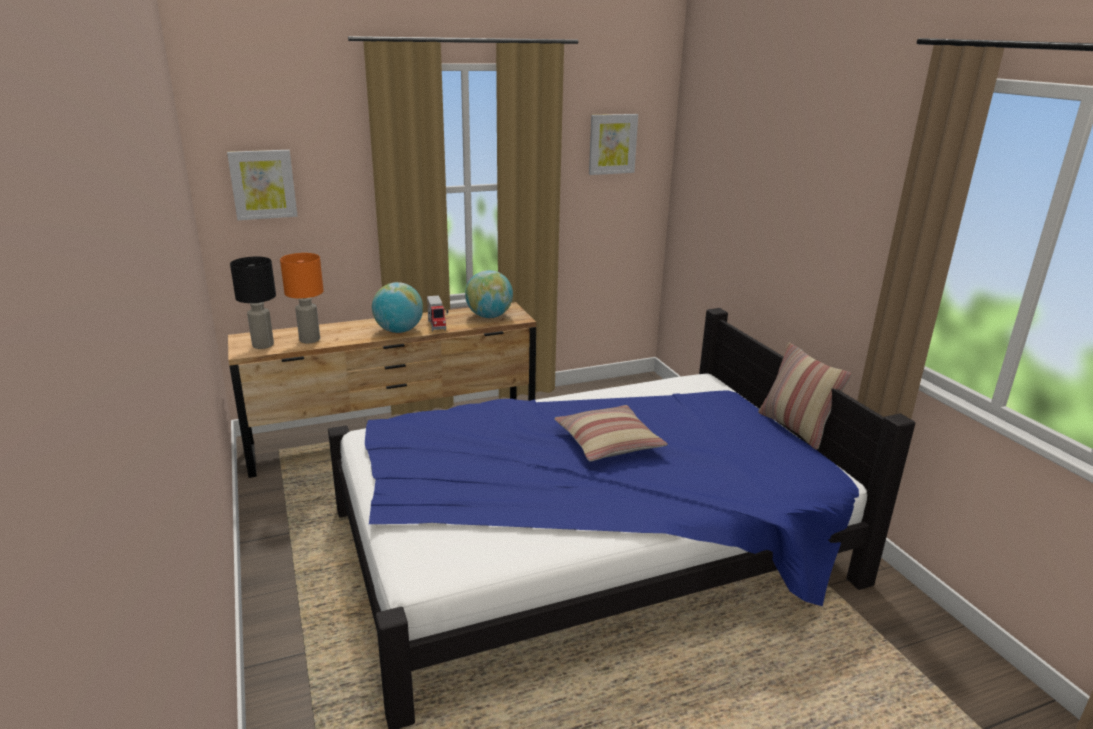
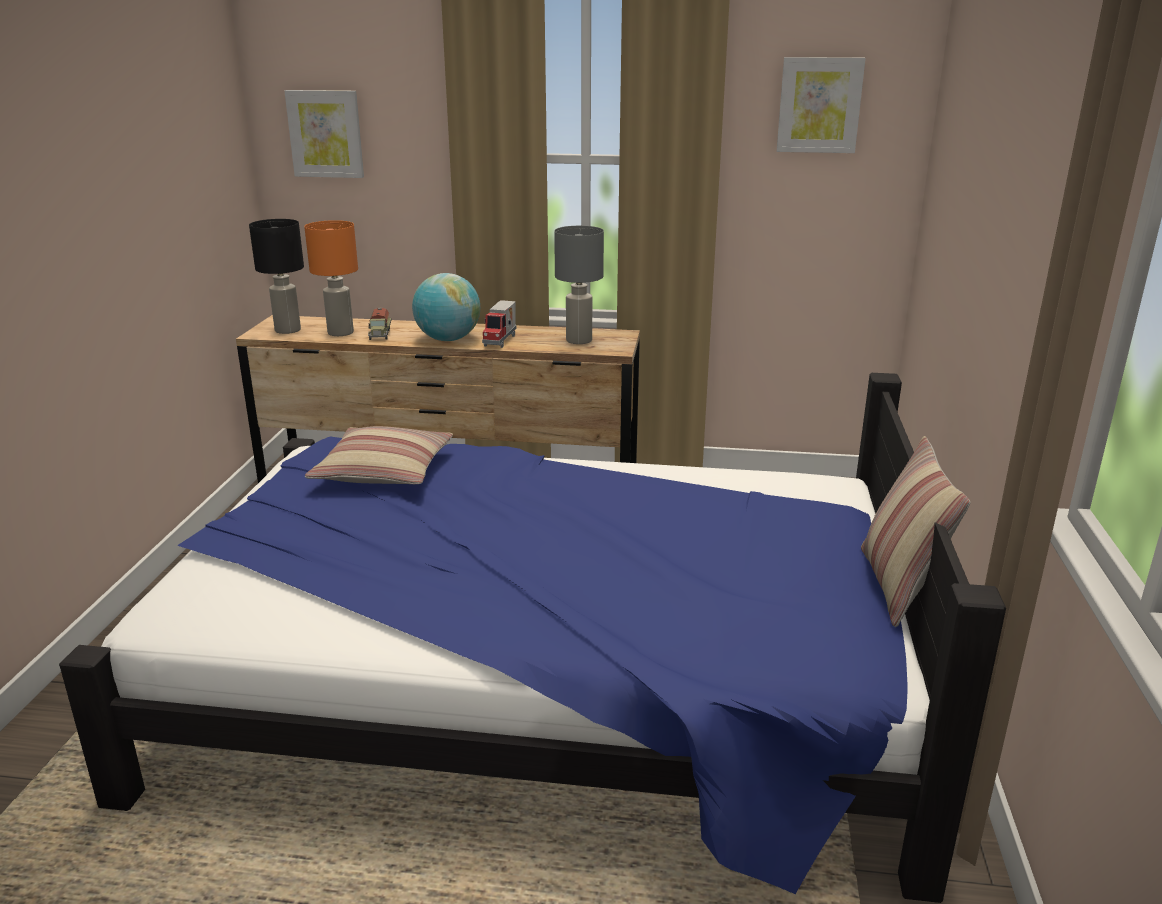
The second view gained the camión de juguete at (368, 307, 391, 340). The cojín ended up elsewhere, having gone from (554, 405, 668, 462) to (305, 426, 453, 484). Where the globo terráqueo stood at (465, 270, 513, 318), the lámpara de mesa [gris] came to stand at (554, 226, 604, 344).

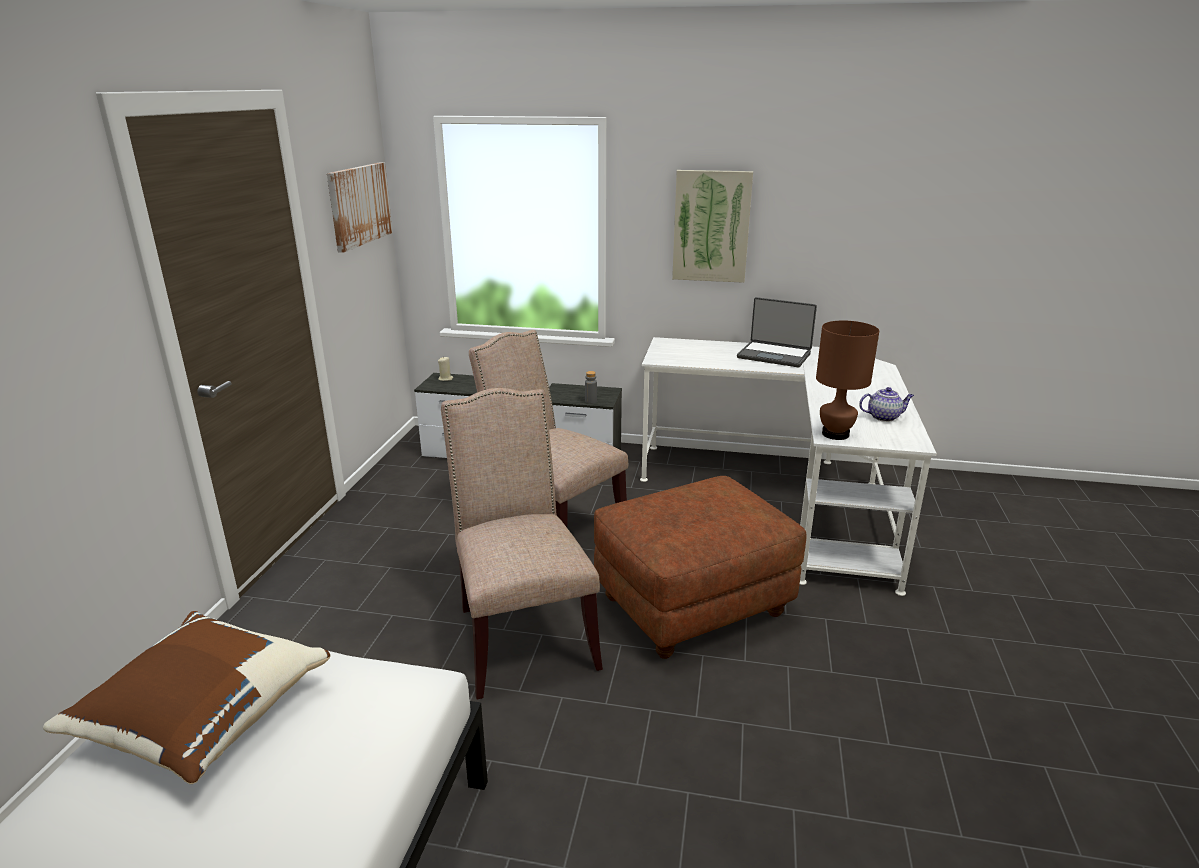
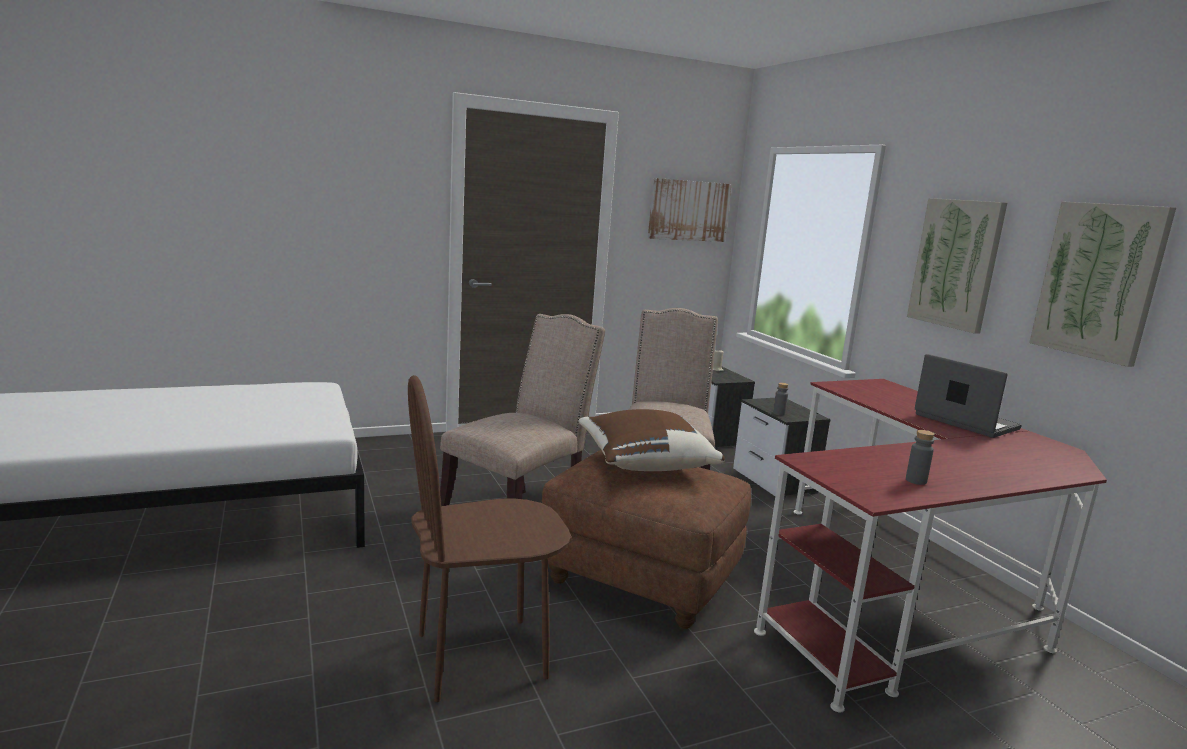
The second view lost the lámpara de mesa [marrón] at (816, 321, 879, 440). The second view gained the silla [marrón] at (408, 375, 571, 702). The second view gained the cuadro at (1029, 201, 1176, 367). The cojín [marrón] ended up elsewhere, having gone from (43, 611, 331, 784) to (579, 409, 725, 471). Where the tetera stood at (859, 387, 914, 422), the botella [gris] came to stand at (906, 430, 935, 485). What was the escritorio [blanco] at (640, 337, 937, 596) turned into the escritorio [rojo] at (754, 379, 1107, 712). The portátil at (737, 297, 817, 367) ended up facing another way, 150 degrees clockwise from before.

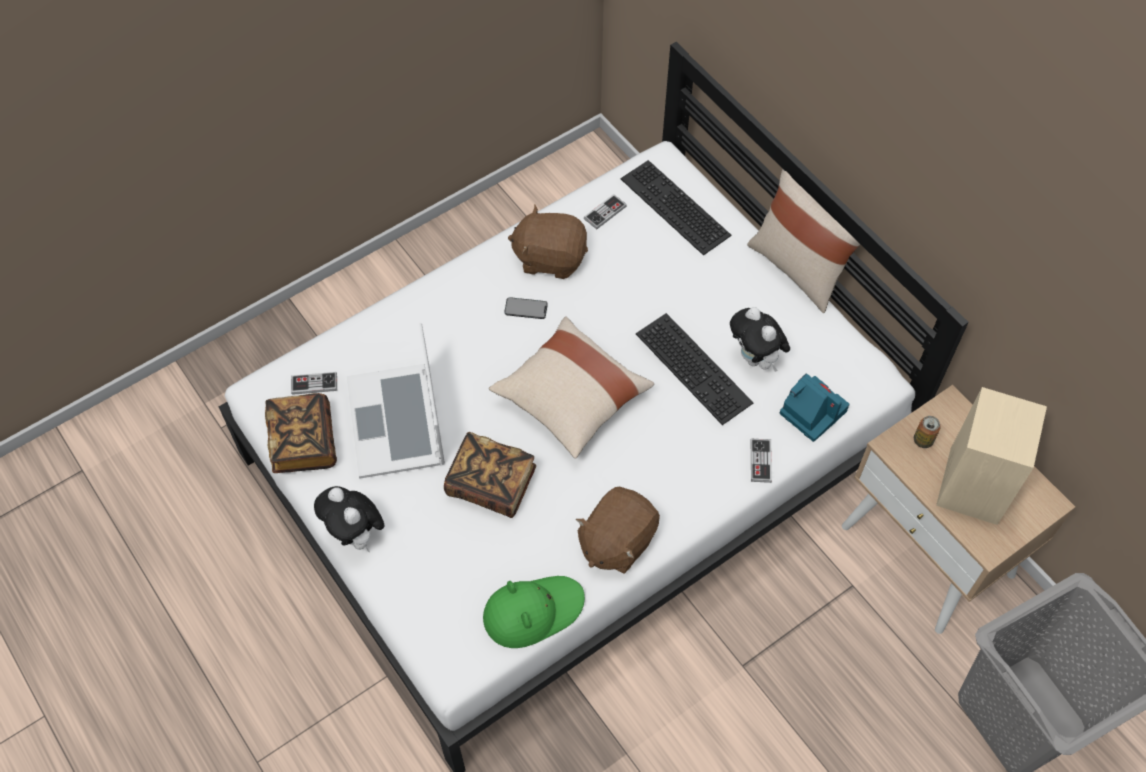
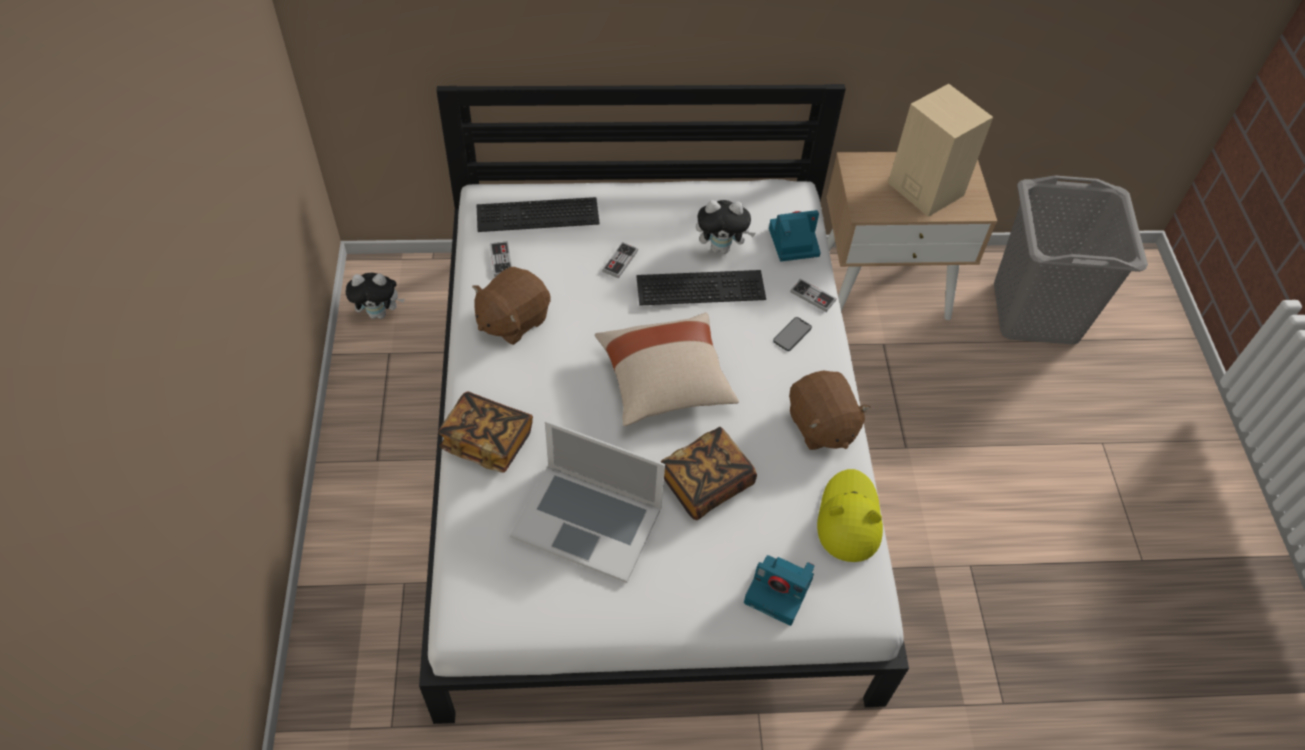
The second view lost the cojín [beis] at (747, 169, 861, 313). The second view lost the lata at (914, 416, 940, 448). The second view gained the cámara at (744, 555, 815, 626). The libro ended up elsewhere, having gone from (265, 393, 337, 473) to (438, 391, 533, 473). The mando de consola ended up elsewhere, having gone from (291, 372, 337, 395) to (602, 242, 638, 278). The peluche ended up elsewhere, having gone from (314, 486, 384, 552) to (346, 273, 405, 319). The móvil ended up elsewhere, having gone from (504, 297, 548, 319) to (773, 317, 812, 351). What was the sombrero [verde] at (483, 576, 585, 648) turned into the sombrero [amarillo] at (817, 469, 883, 562).

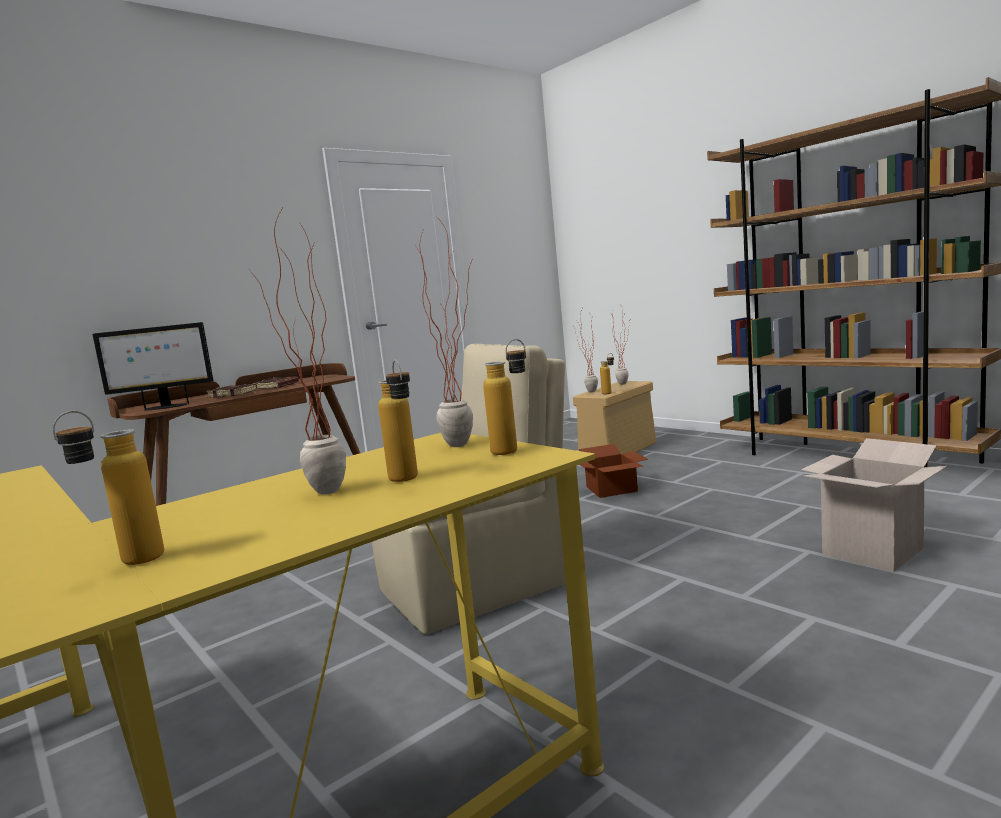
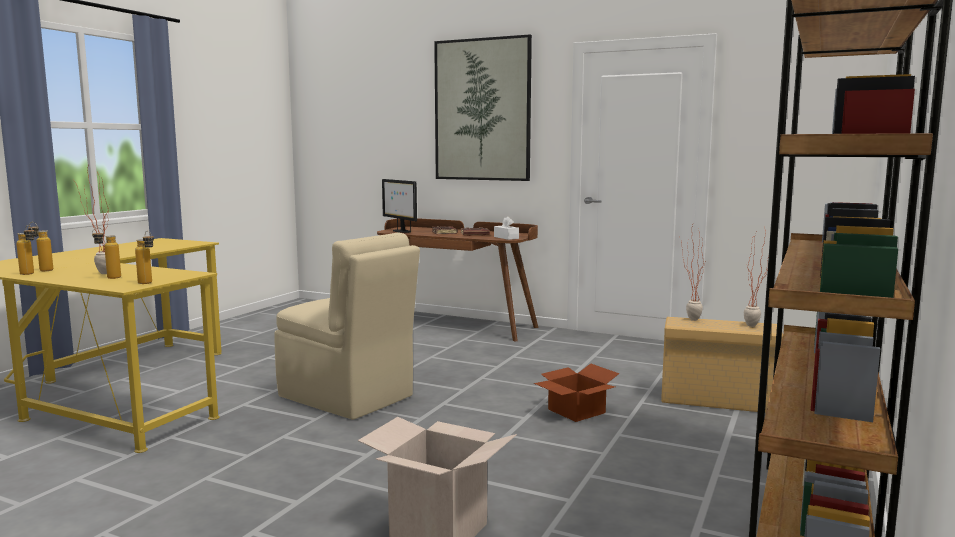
The second view lost the planta en maceta at (415, 216, 473, 447). The second view gained the cuadro at (434, 34, 532, 181). The second view gained the caja de pañuelos [blanco] at (494, 216, 519, 240). The botella ended up elsewhere, having gone from (600, 353, 614, 394) to (16, 225, 35, 275).

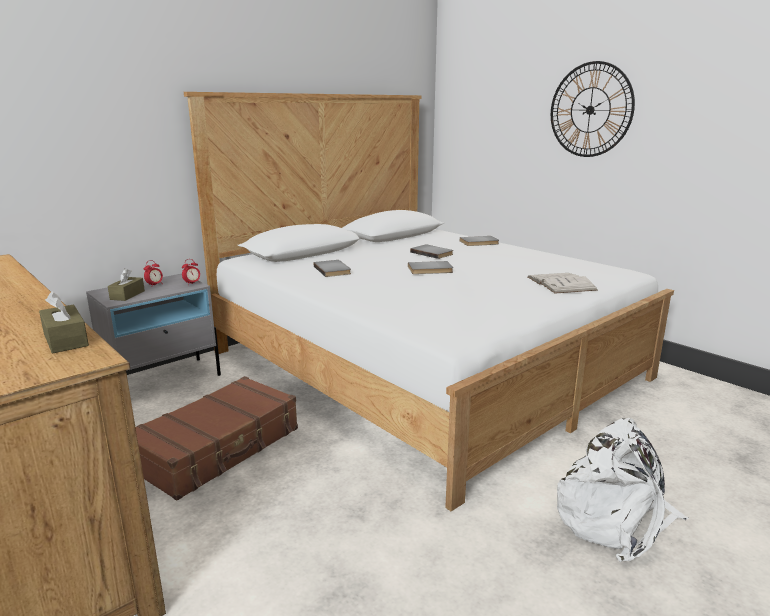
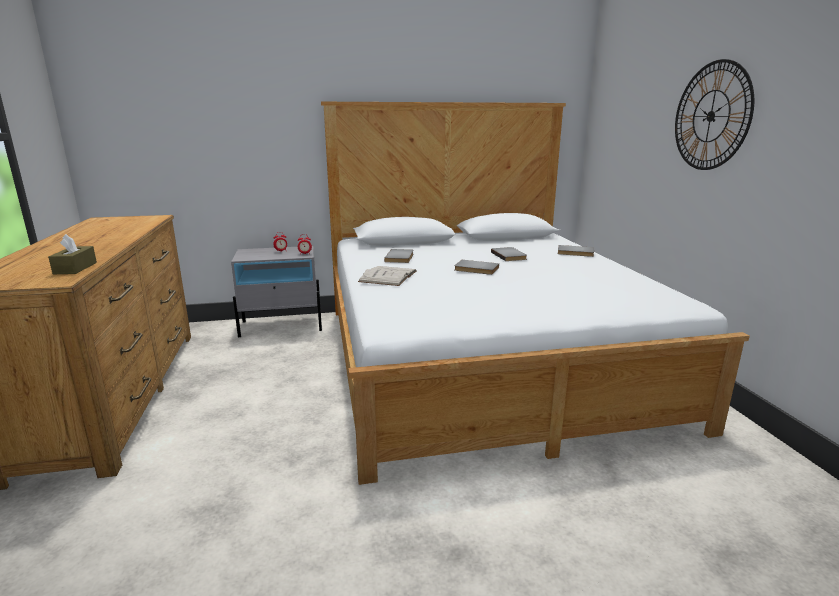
The second view lost the caja de pañuelos [marrón] at (108, 268, 145, 301). The second view lost the maleta [marrón] at (135, 376, 298, 501). The second view lost the mochila [blanco] at (557, 418, 689, 562). The libro [blanco] ended up elsewhere, having gone from (528, 273, 598, 294) to (358, 266, 416, 286).

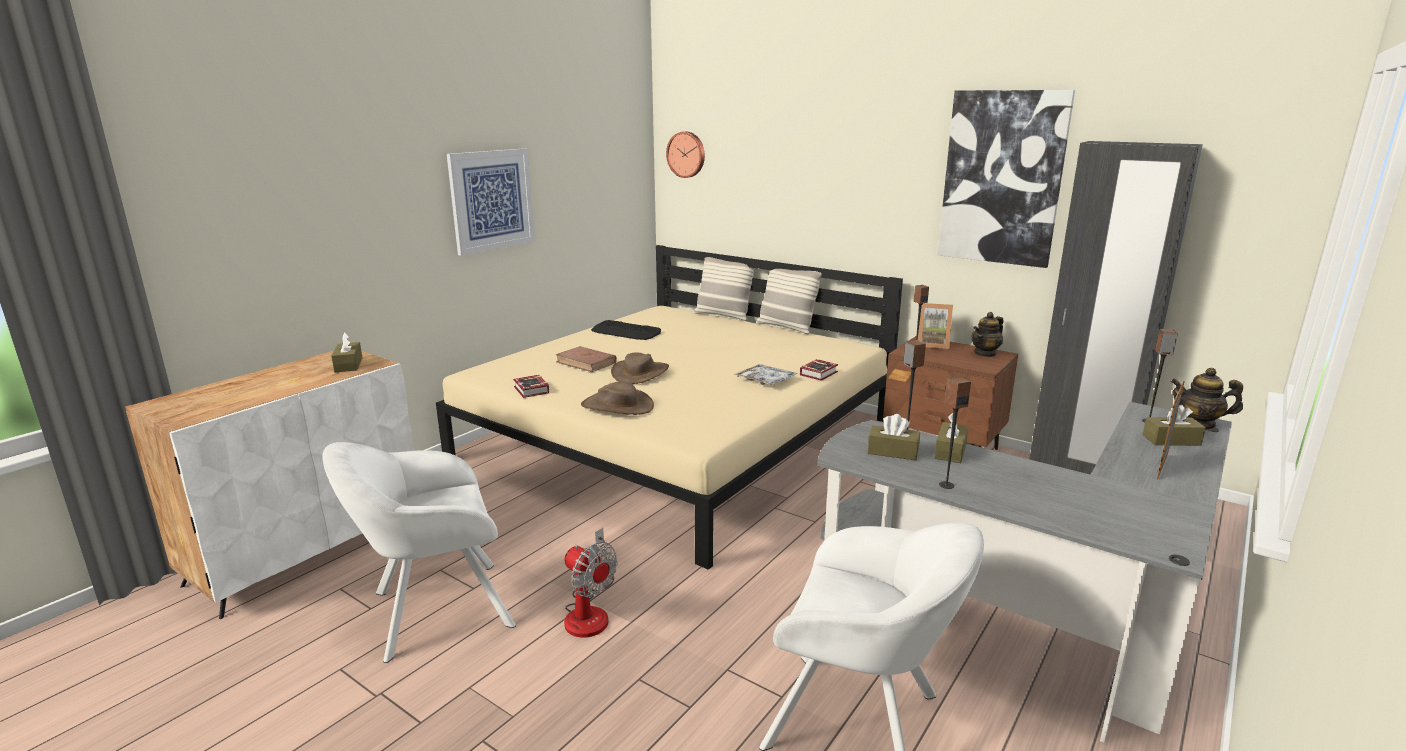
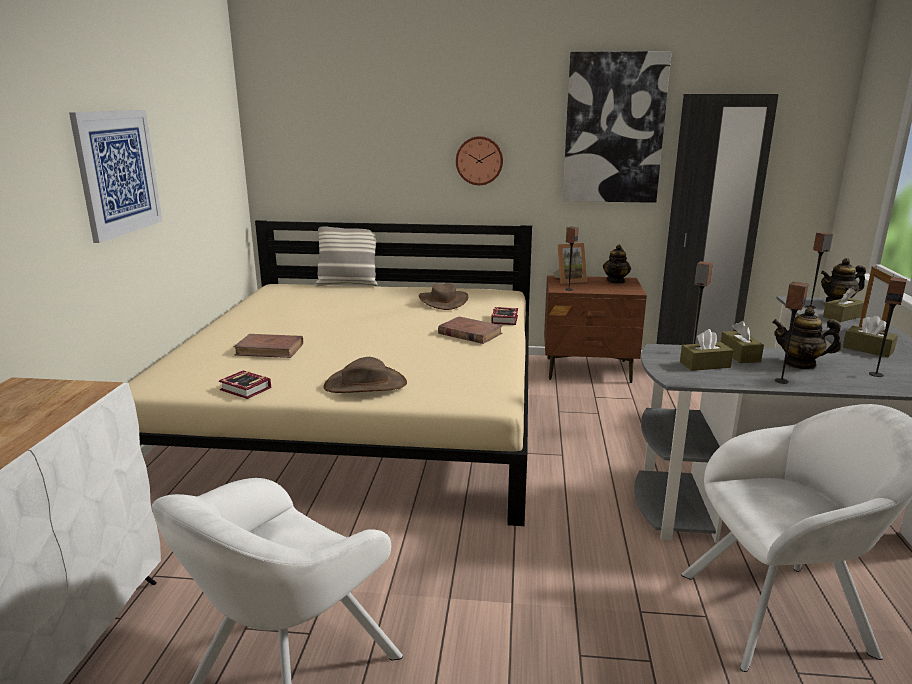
The second view lost the ventilador at (564, 528, 617, 638). The second view lost the teclado at (591, 320, 661, 340). The second view lost the cojín at (756, 269, 822, 334). The second view gained the tetera at (772, 308, 841, 369). The second view gained the altavoz at (869, 277, 907, 377). The caja de pañuelos [marrón] ended up elsewhere, having gone from (331, 332, 362, 372) to (843, 316, 898, 357). The sombrero [marrón] ended up elsewhere, having gone from (611, 352, 669, 384) to (419, 283, 469, 310). The reloj de pared ended up elsewhere, having gone from (666, 132, 705, 178) to (456, 136, 503, 185). Where the bandeja stood at (734, 364, 798, 385), the libro [marrón] came to stand at (438, 317, 503, 344).

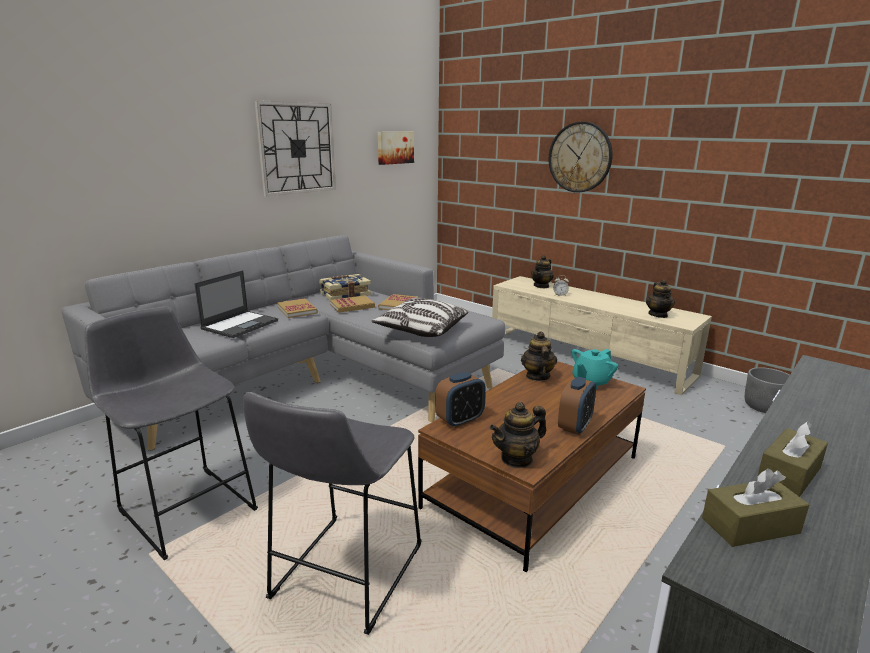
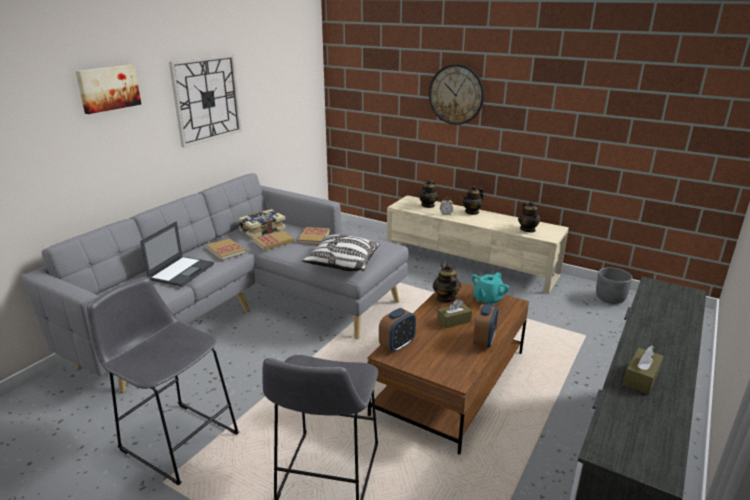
The cuadro ended up elsewhere, having gone from (378, 132, 414, 165) to (76, 65, 141, 114). The tetera ended up elsewhere, having gone from (490, 402, 546, 468) to (463, 185, 484, 215). The caja de pañuelos [marrón] ended up elsewhere, having gone from (702, 469, 809, 547) to (437, 299, 472, 329).

